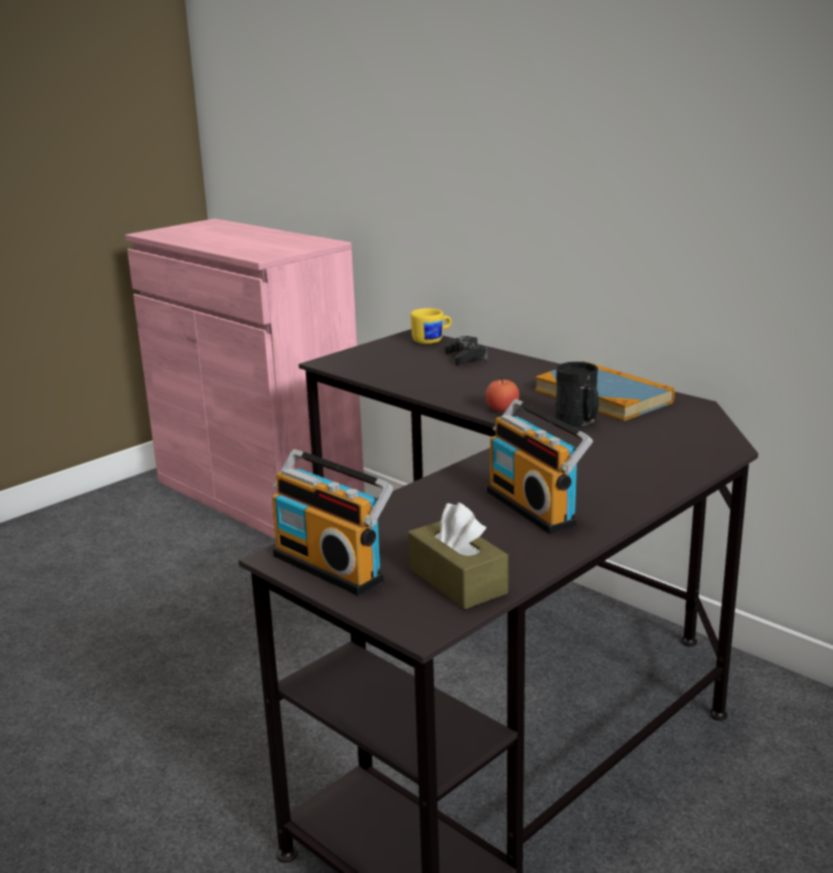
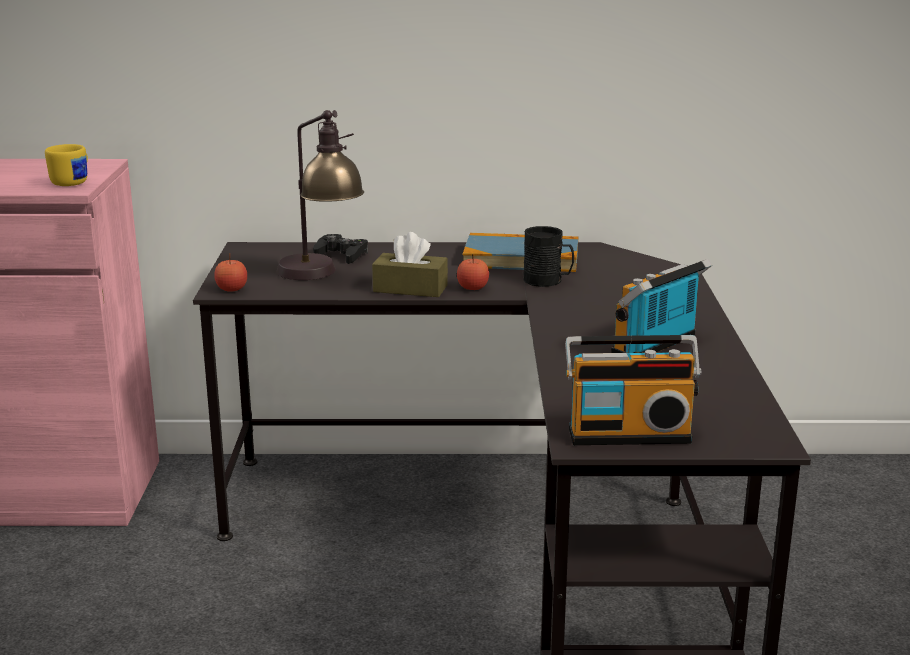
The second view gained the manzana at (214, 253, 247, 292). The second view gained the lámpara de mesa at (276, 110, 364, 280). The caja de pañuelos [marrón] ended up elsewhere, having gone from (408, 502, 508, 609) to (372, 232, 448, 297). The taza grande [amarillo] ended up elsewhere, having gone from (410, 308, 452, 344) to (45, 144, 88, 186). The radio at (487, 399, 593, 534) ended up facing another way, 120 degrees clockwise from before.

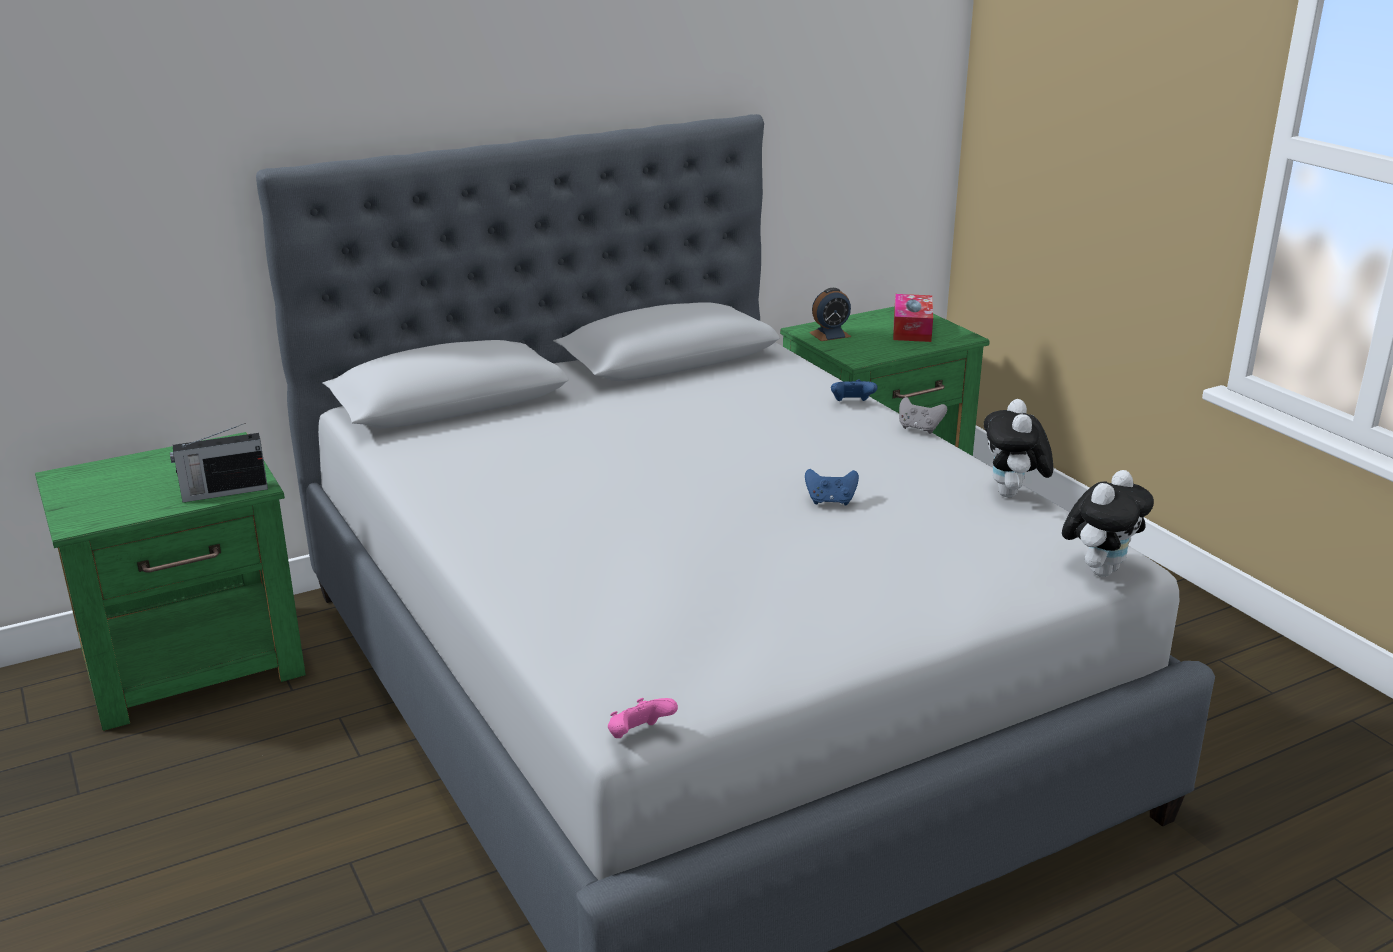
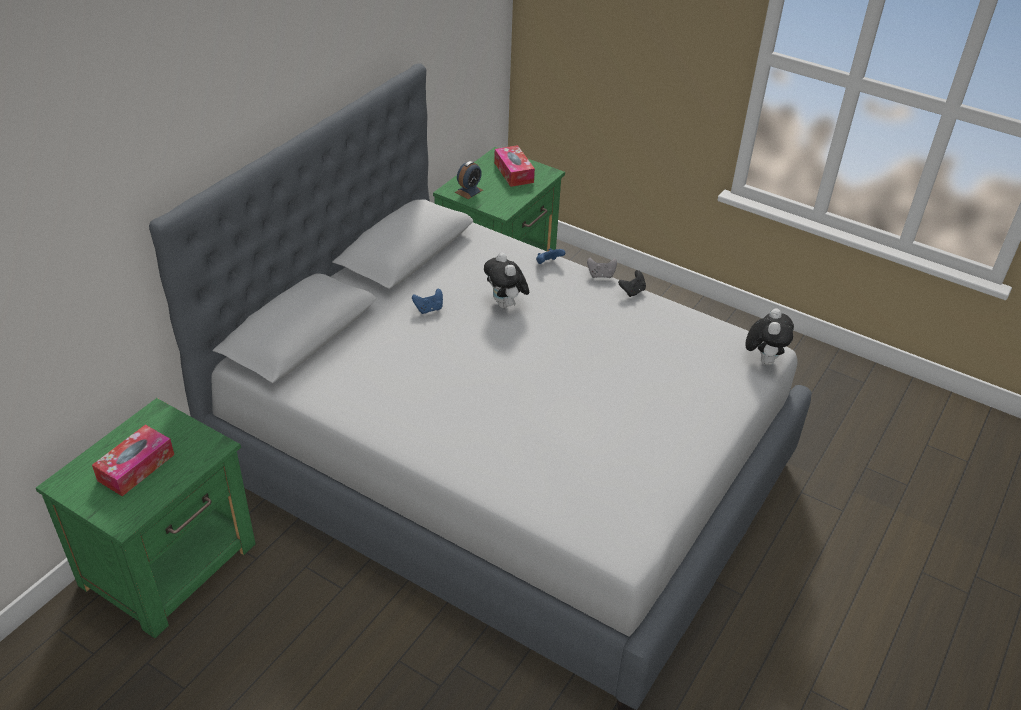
The second view lost the radio at (170, 423, 268, 502). The second view lost the mando de consola [rosa] at (608, 698, 678, 738). The second view gained the caja de pañuelos at (92, 424, 174, 496). The second view gained the mando de consola [negro] at (618, 270, 646, 297). The mando de consola [azul] ended up elsewhere, having gone from (805, 469, 859, 506) to (412, 289, 443, 314). The peluche ended up elsewhere, having gone from (984, 399, 1053, 497) to (484, 253, 529, 308).

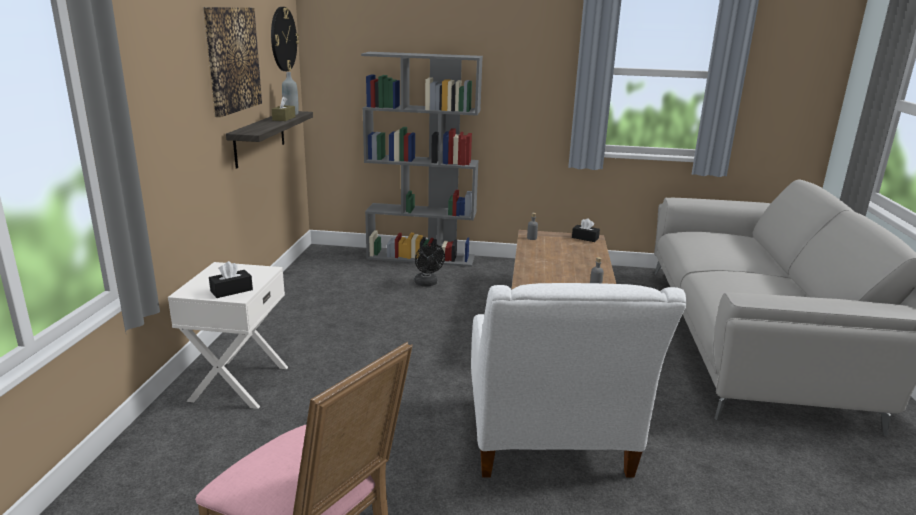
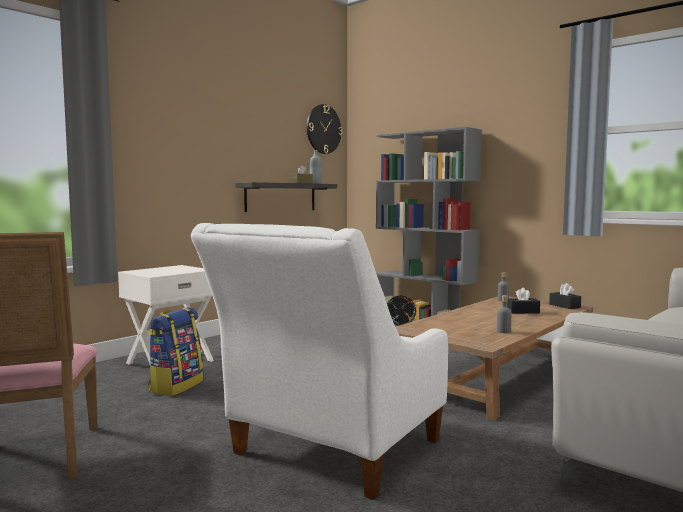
The second view lost the cuadro at (202, 7, 262, 117). The second view gained the mochila at (148, 307, 204, 396). The caja de pañuelos [negro] ended up elsewhere, having gone from (209, 261, 253, 298) to (507, 288, 540, 314).

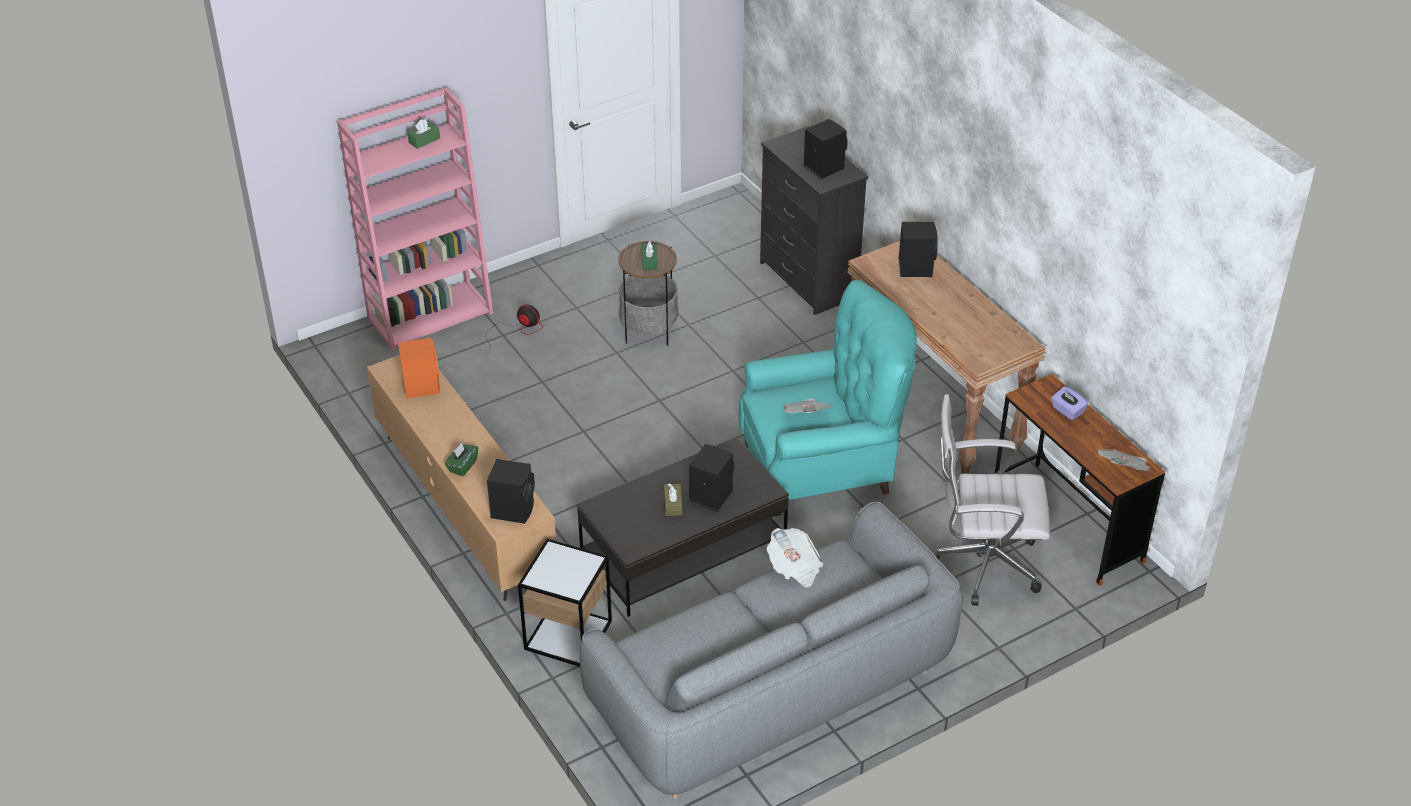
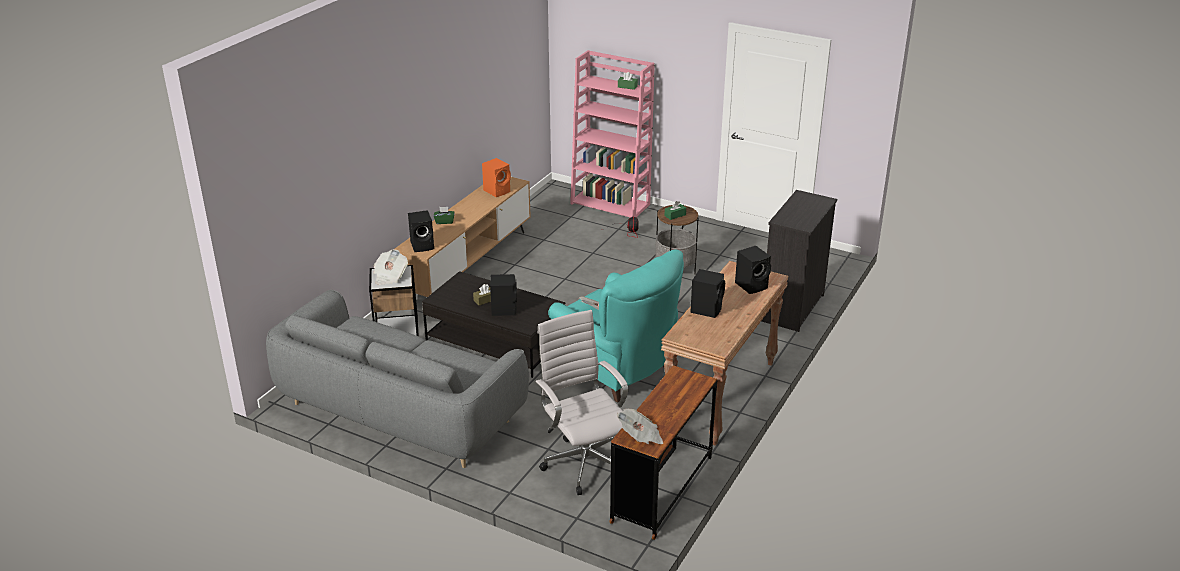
The second view lost the caja de pañuelos [morado] at (1051, 386, 1088, 420). The periódico ended up elsewhere, having gone from (767, 528, 823, 588) to (374, 249, 408, 285). The altavoz [negro] ended up elsewhere, having gone from (804, 119, 848, 179) to (690, 269, 725, 318).

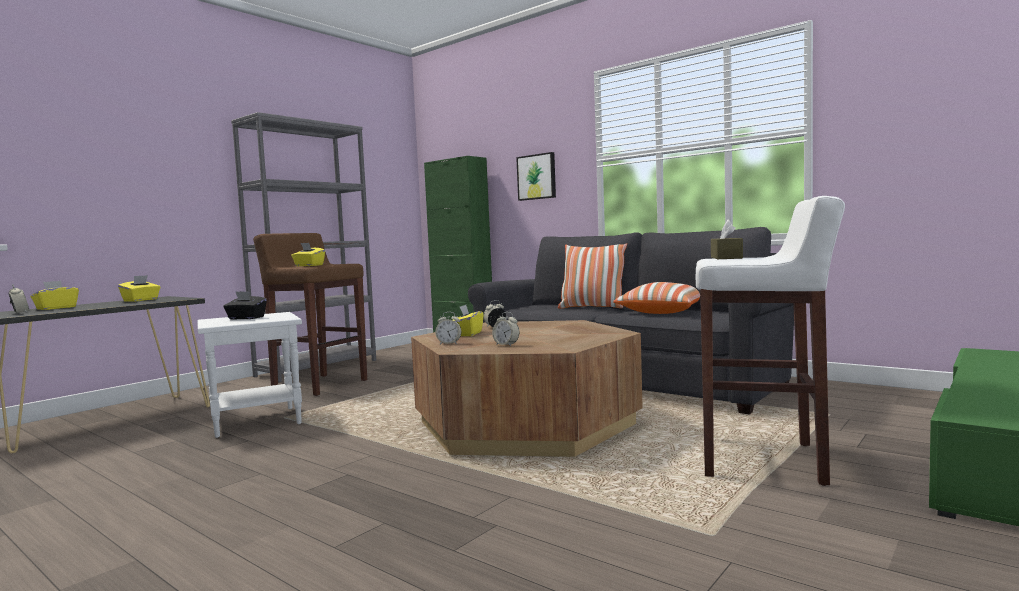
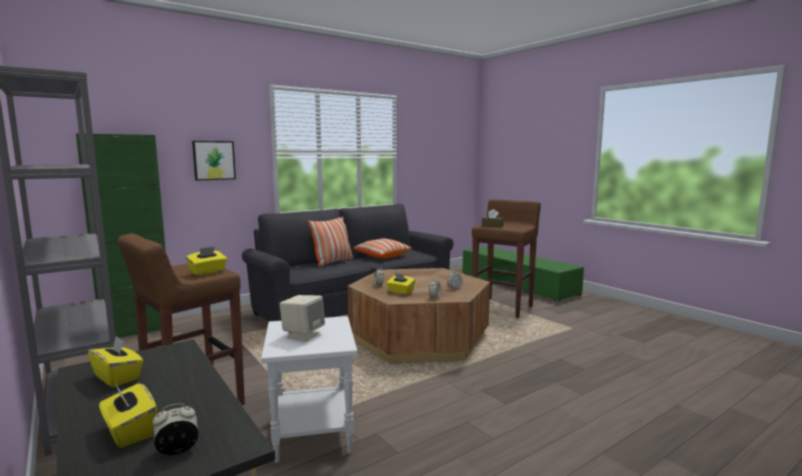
Where the caja de pañuelos [negro] stood at (224, 291, 267, 320), the altavoz [beis] came to stand at (280, 295, 325, 342). What was the taburete [blanco] at (696, 196, 845, 486) turned into the taburete [marrón] at (472, 199, 541, 318).

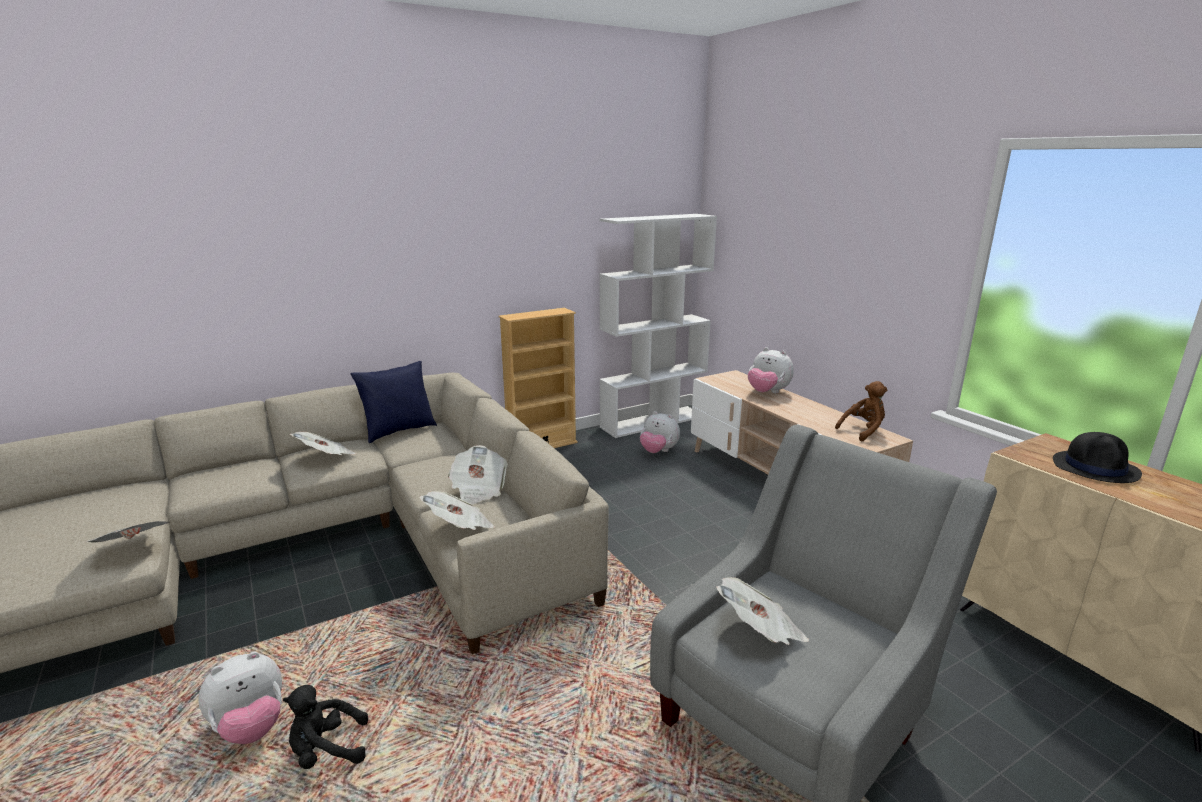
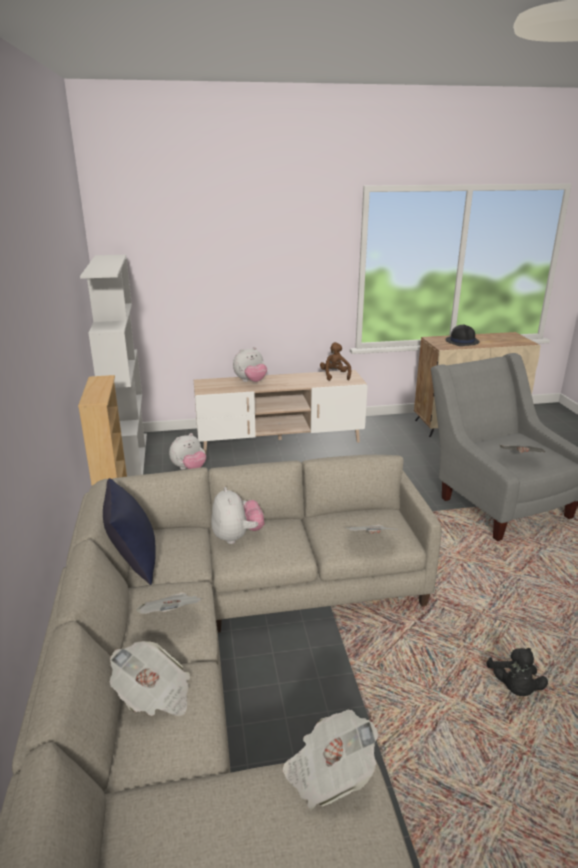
The peluche ended up elsewhere, having gone from (198, 652, 282, 744) to (211, 487, 265, 544). The periódico ended up elsewhere, having gone from (448, 445, 508, 505) to (109, 641, 190, 716).

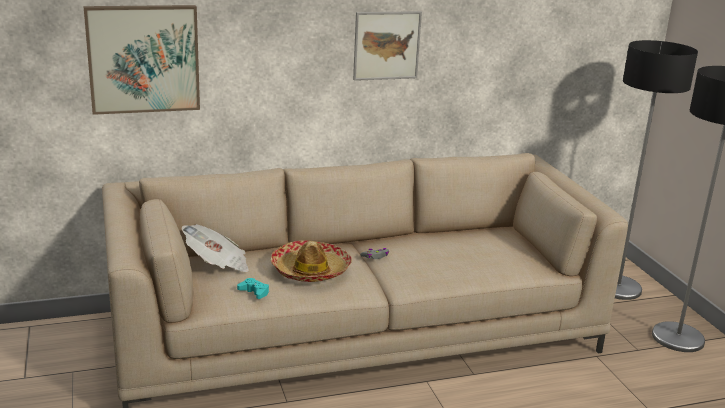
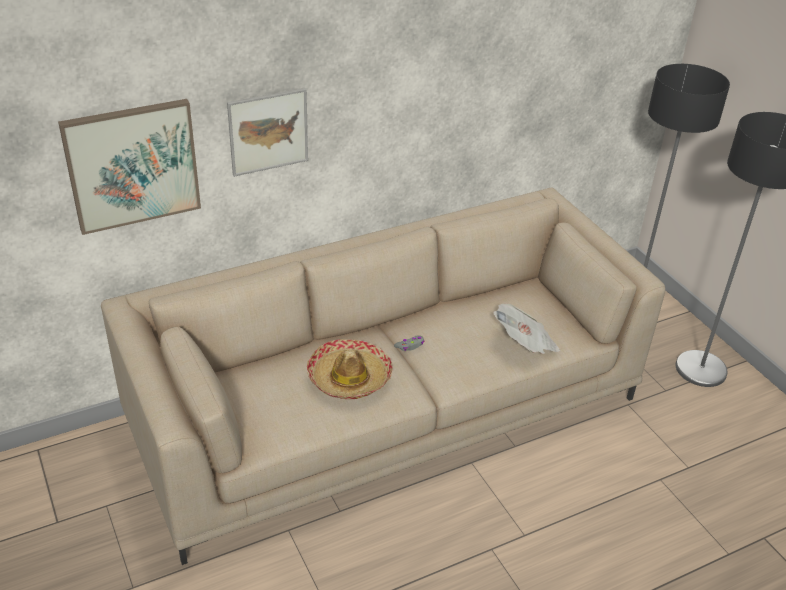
The second view lost the mando de consola [turquesa] at (237, 278, 269, 299). The periódico ended up elsewhere, having gone from (182, 224, 249, 272) to (493, 304, 560, 354). The cuadro ended up elsewhere, having gone from (353, 11, 422, 81) to (227, 88, 308, 177).

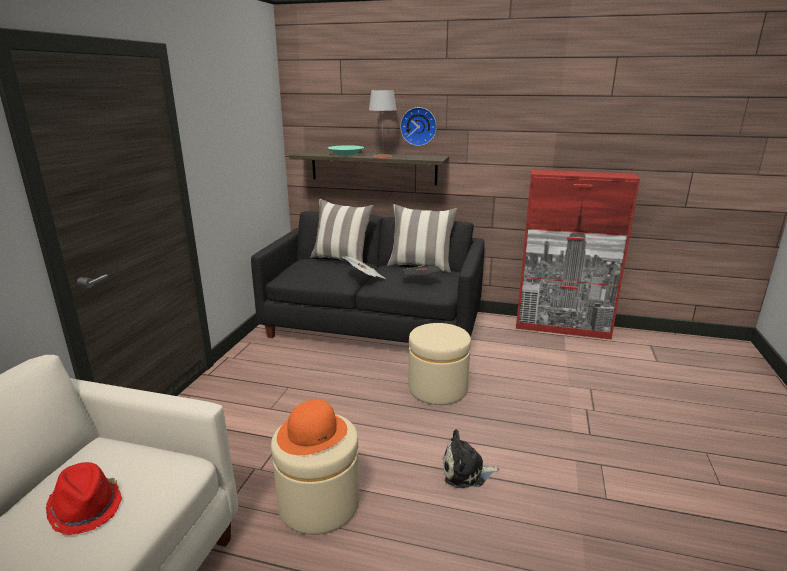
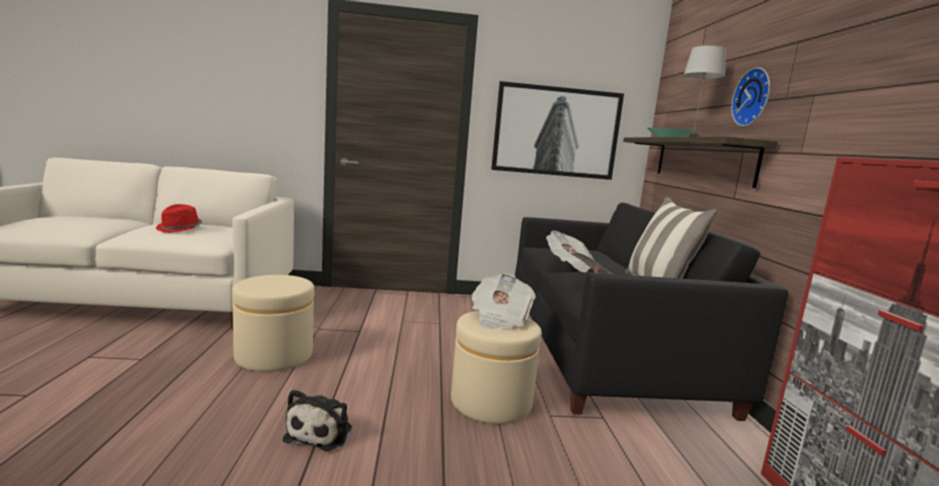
The second view lost the sombrero [naranja] at (277, 399, 347, 455). The second view lost the cojín at (310, 199, 374, 263). The second view gained the periódico at (471, 273, 536, 329). The second view gained the cuadro at (491, 81, 624, 180). The peluche at (443, 429, 500, 488) ended up facing another way, 150 degrees counterclockwise from before.

